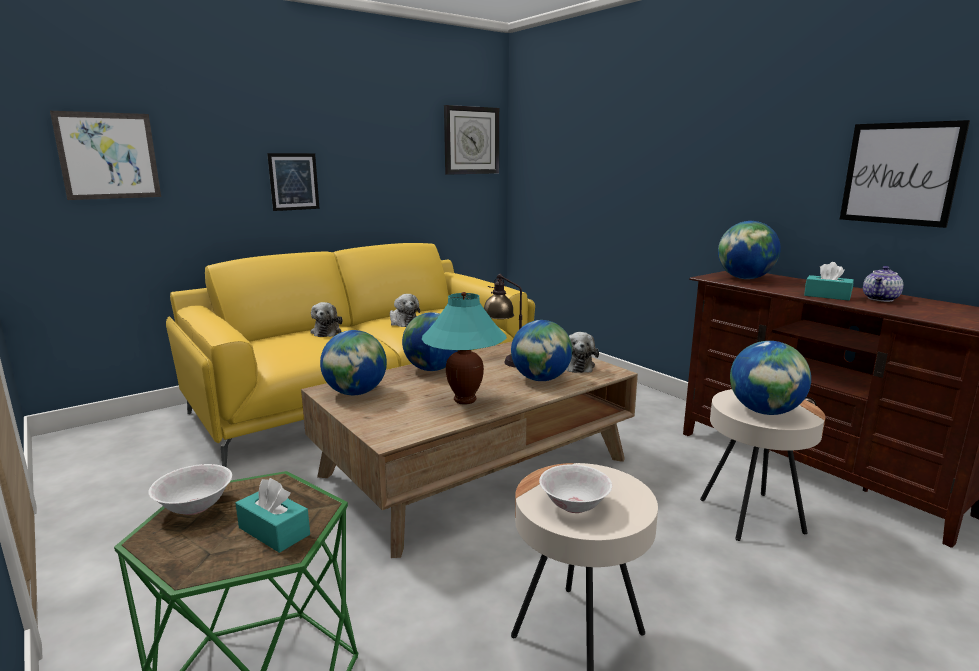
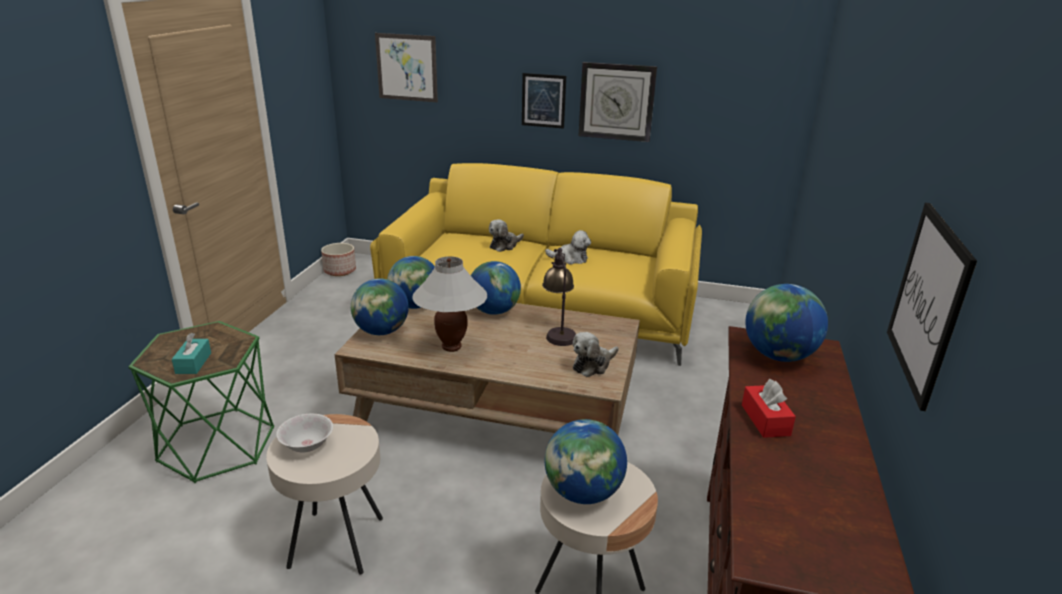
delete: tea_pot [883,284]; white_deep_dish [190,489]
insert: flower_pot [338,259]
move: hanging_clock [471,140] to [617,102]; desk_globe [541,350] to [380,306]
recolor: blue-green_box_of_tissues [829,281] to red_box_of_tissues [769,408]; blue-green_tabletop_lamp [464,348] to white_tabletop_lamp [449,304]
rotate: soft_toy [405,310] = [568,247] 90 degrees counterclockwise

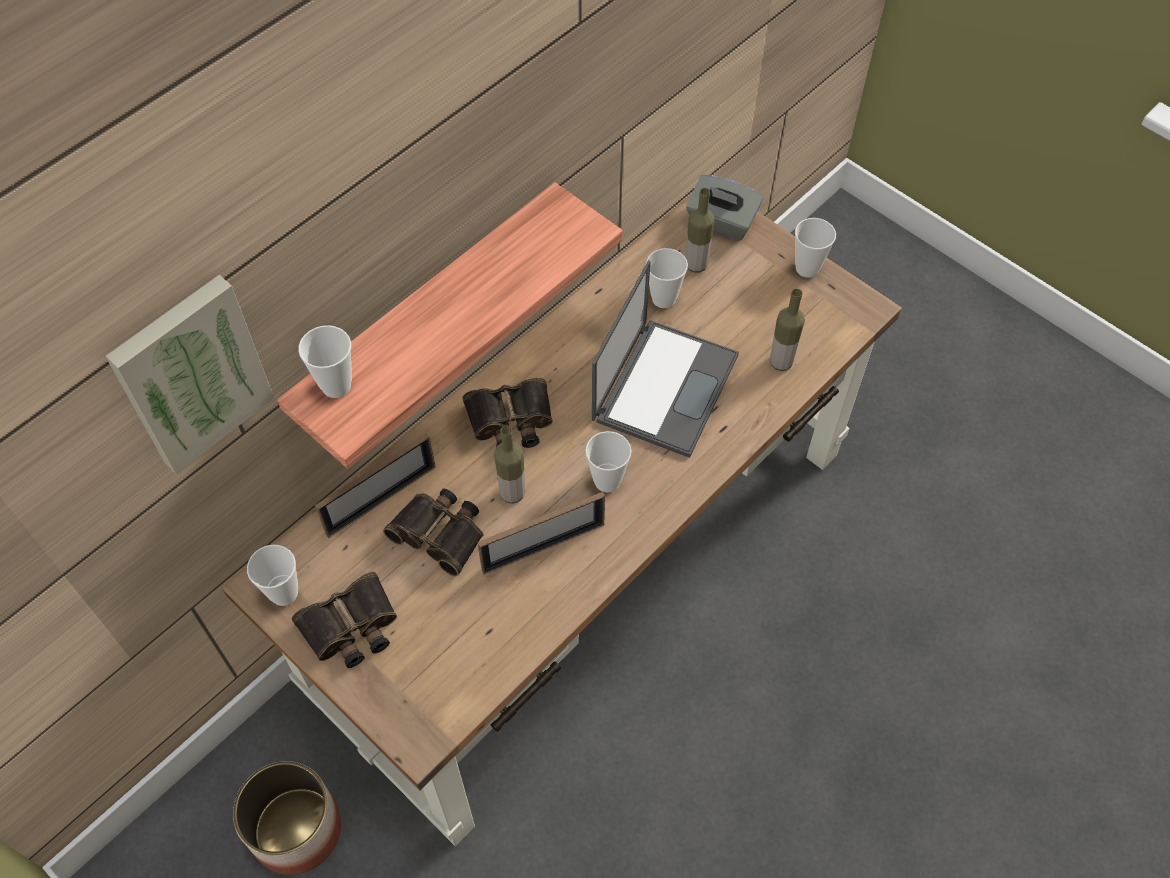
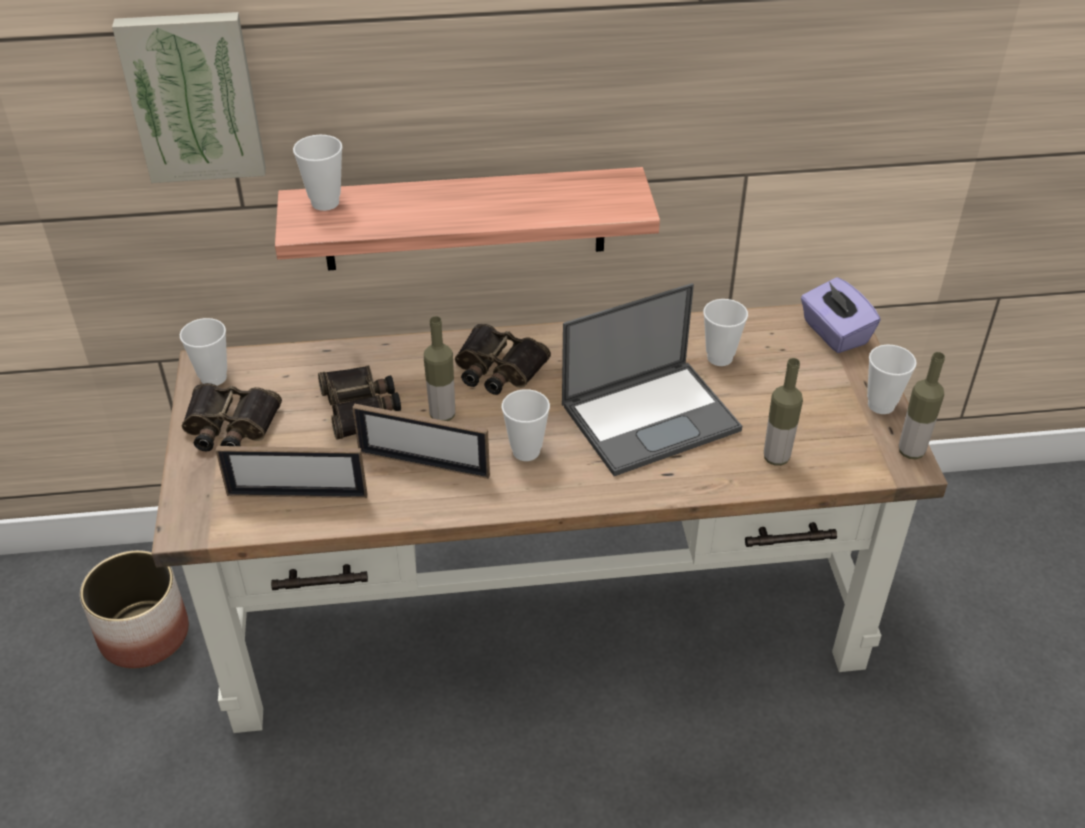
move: bottle [700,230] to [922,405]; photo_frame [375,485] to [292,472]
recolor: greyish_box_of_tissues [724,207] to purple-coloured_box_of_tissues [841,315]

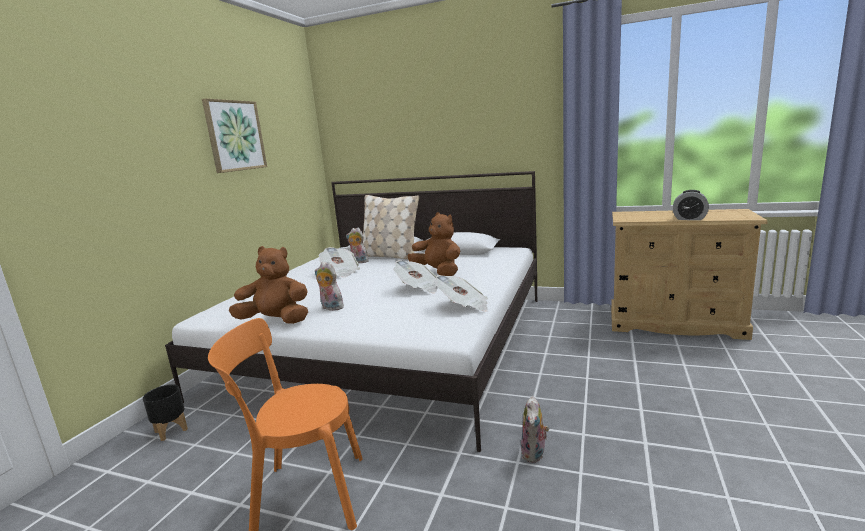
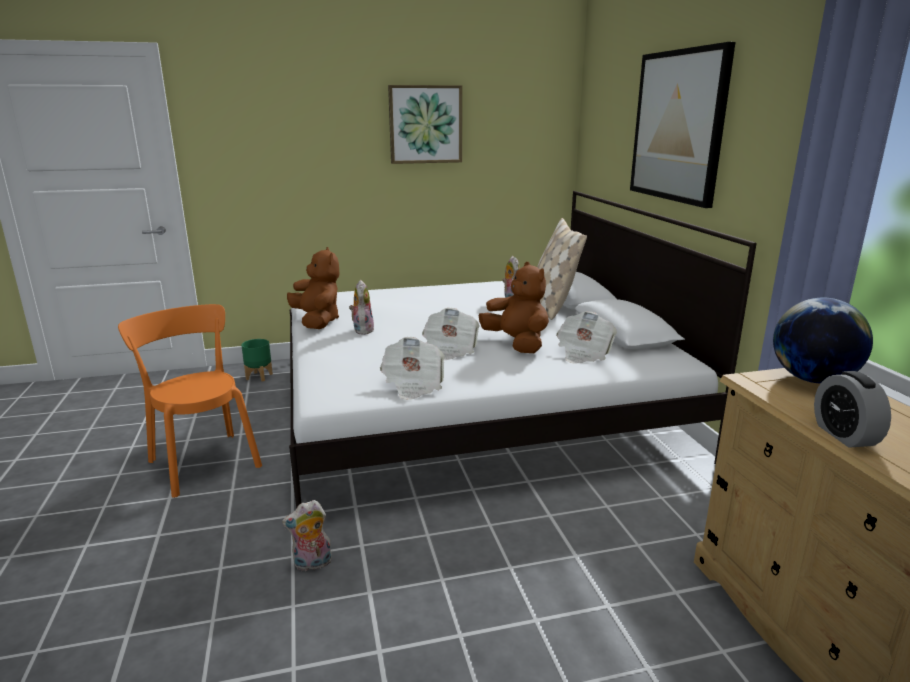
insert: picture [683,125]; desk_globe [823,341]
move: daily_paper [339,262] to [586,337]
recolor: blackish_flower_pot [165,412] to green_flower_pot [257,360]
rotate: brown_soft_toy [433,244] = [514,307] 45 degrees counterclockwise

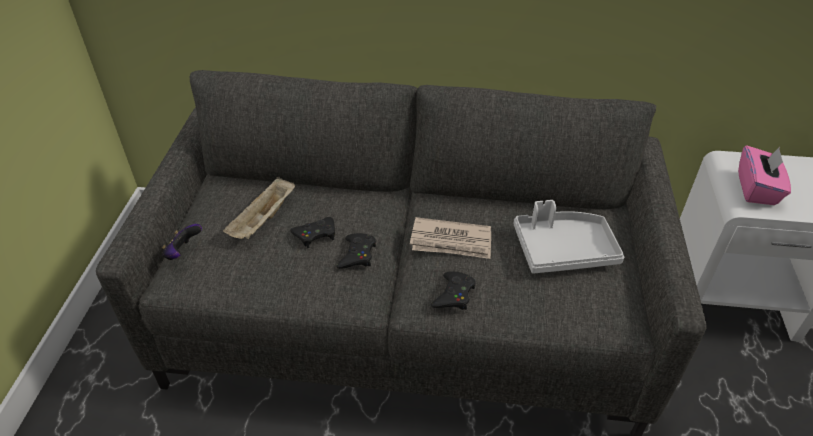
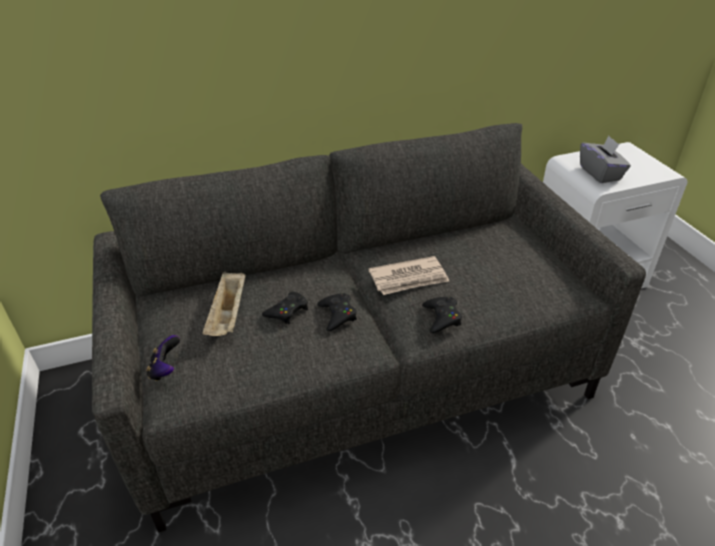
delete: greyish_tray [569,237]
recolor: pinkish_box_of_tissues [764,175] to greyish_box_of_tissues [605,159]

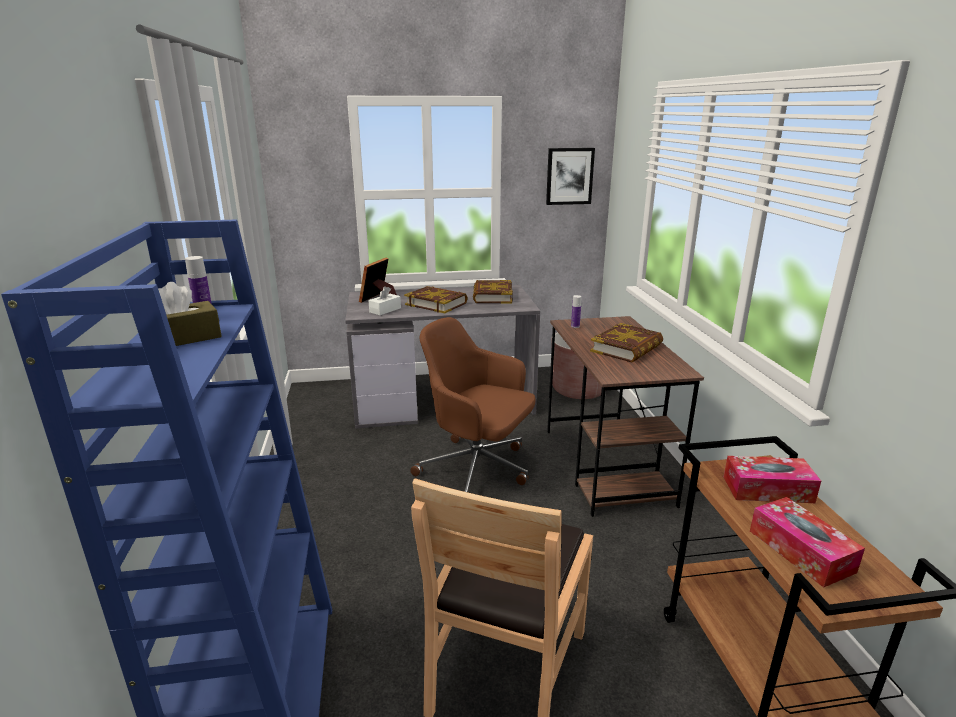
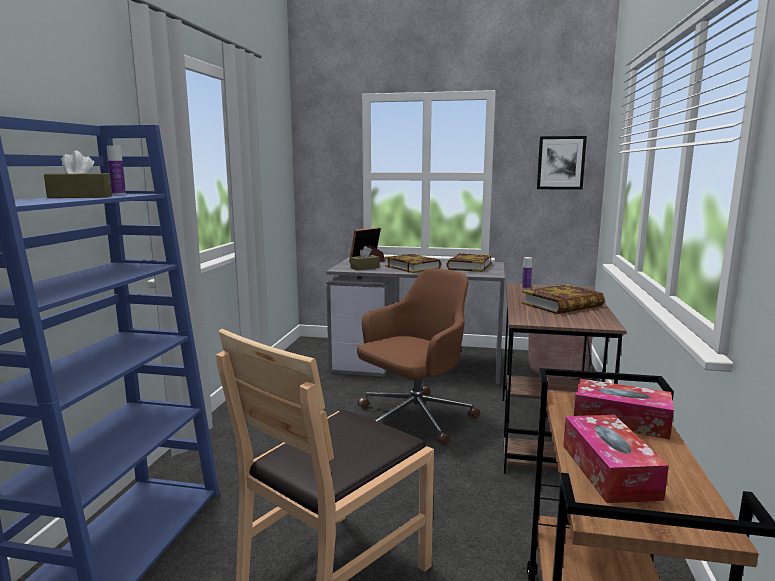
recolor: white_box_of_tissues [384,300] to brown_box_of_tissues [365,258]
rotate: brown_desk_chair [473,404] = [418,356] 90 degrees clockwise

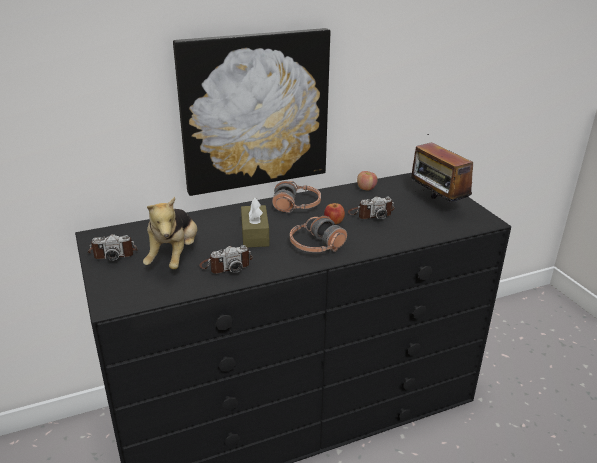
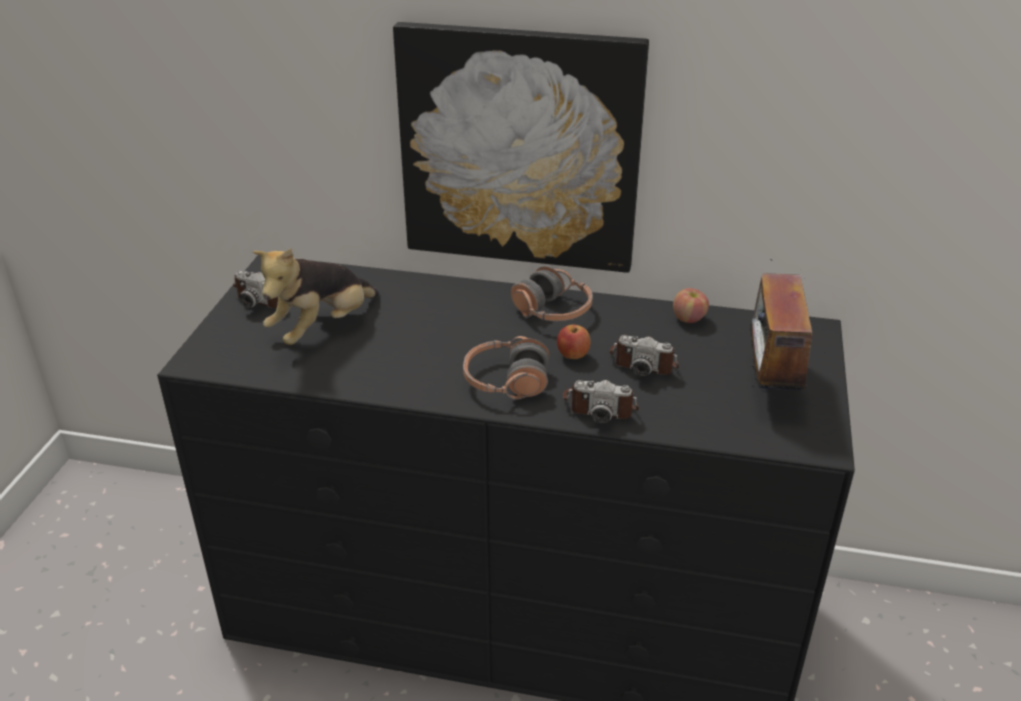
delete: brown_box_of_tissues [255,222]
move: still_camera [226,259] to [601,402]

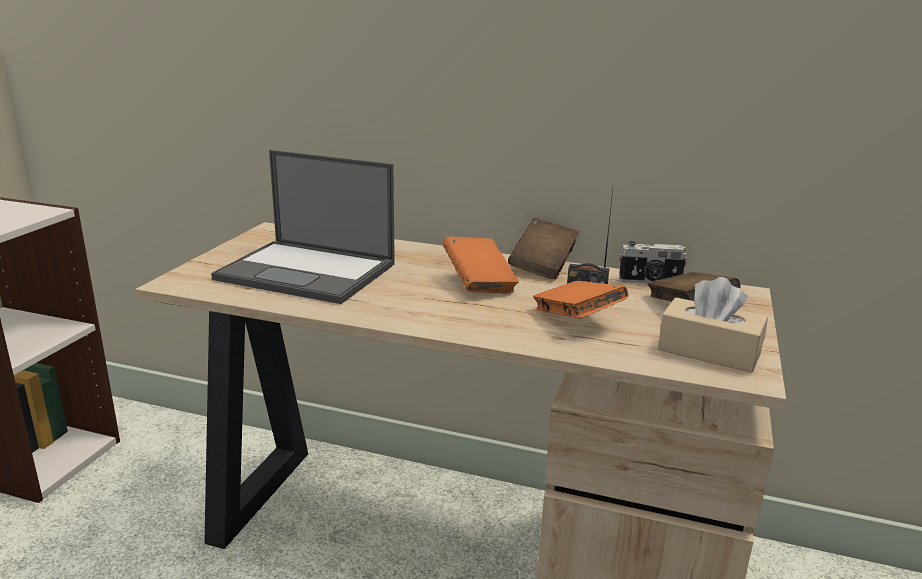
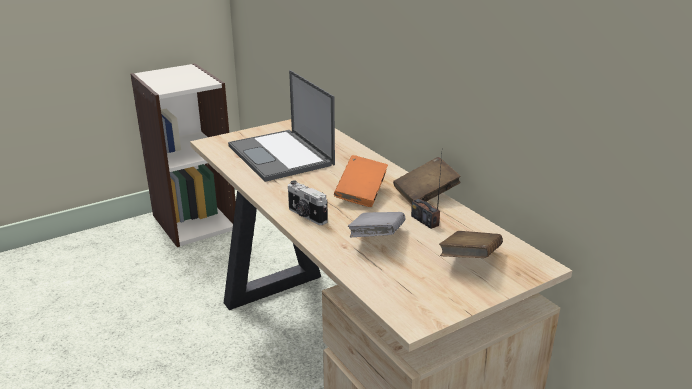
delete: beige_box_of_tissues [713,325]
move: still_camera [653,262] to [308,202]
recolor: orange_book [580,300] to greyish_book [376,224]

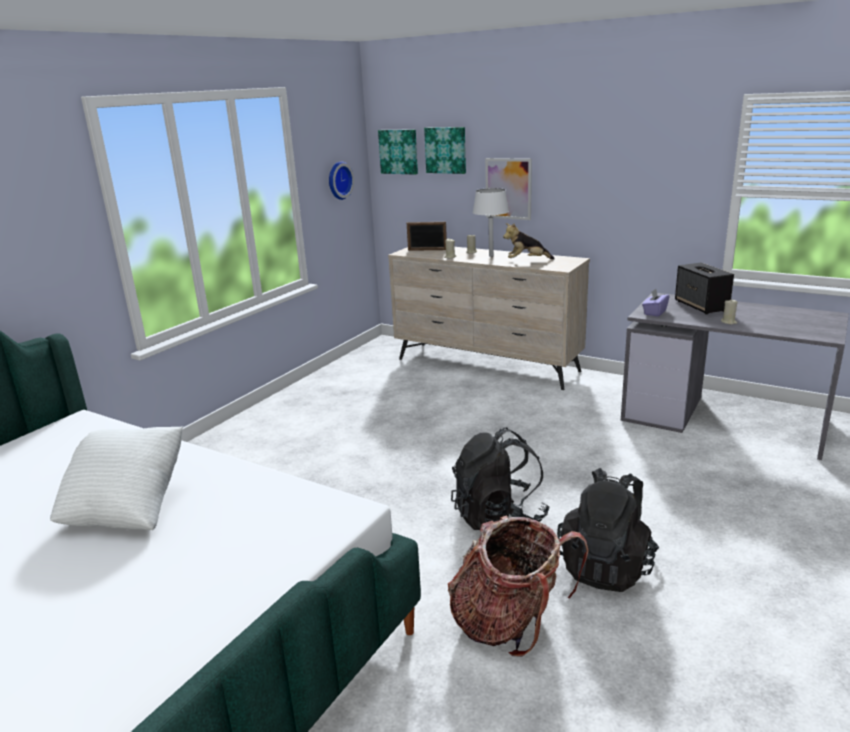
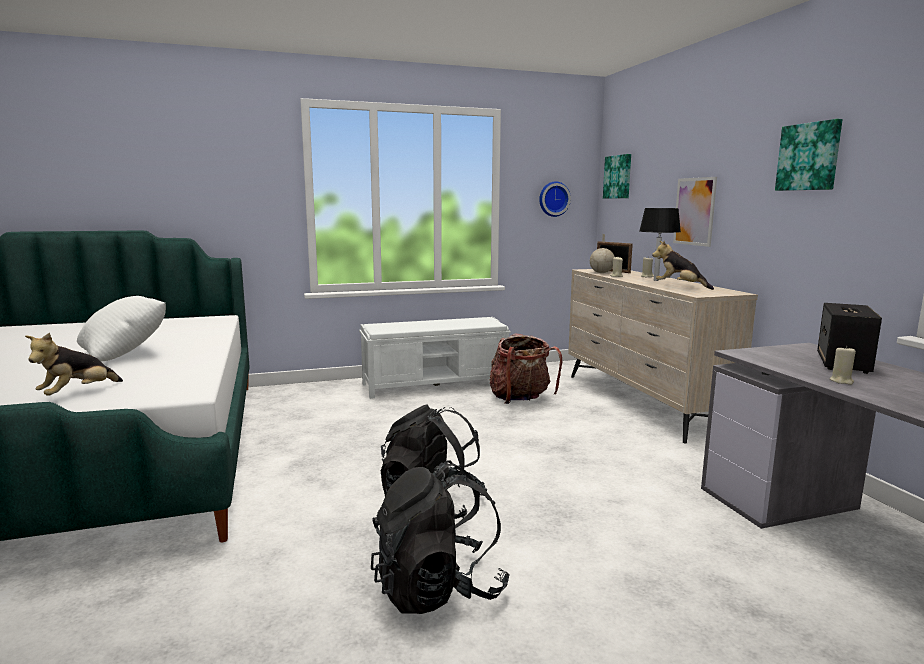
delete: purple-coloured_box_of_tissues [656,302]
insert: desk_globe [602,253]; white_bench [435,358]; soft_toy [74,364]
move: picture [445,150] to [808,155]; rucksack [518,586] to [526,369]
recolor: white_tabletop_lamp [491,222] to blackish_tabletop_lamp [660,244]

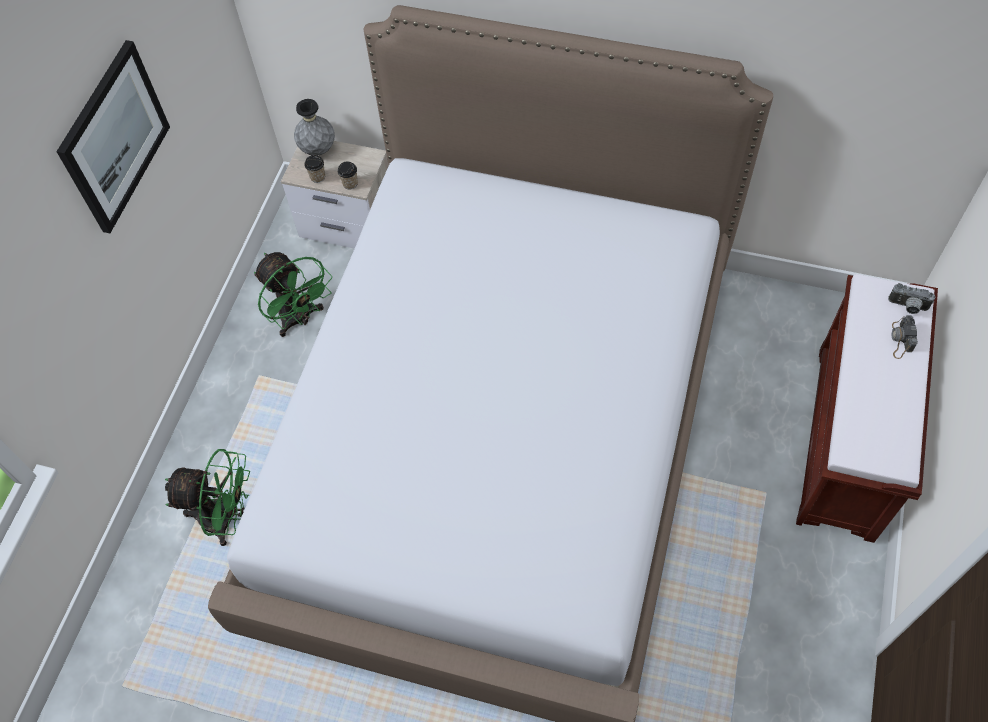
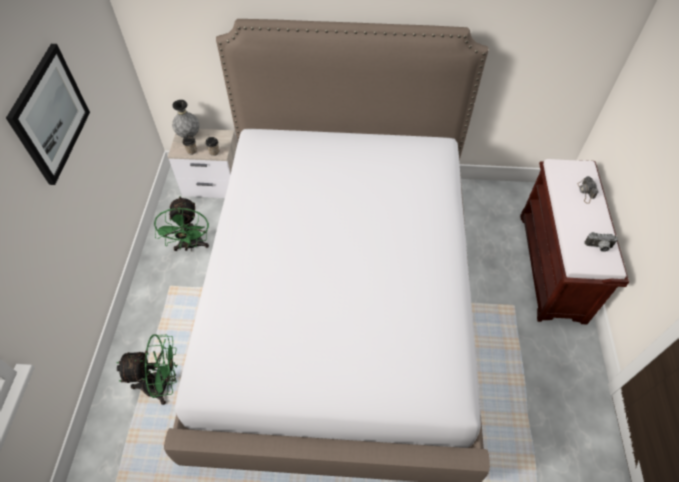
move: still_camera [911,298] to [601,242]
rotate: green_electric_fan [293,294] = [181,223] 45 degrees clockwise

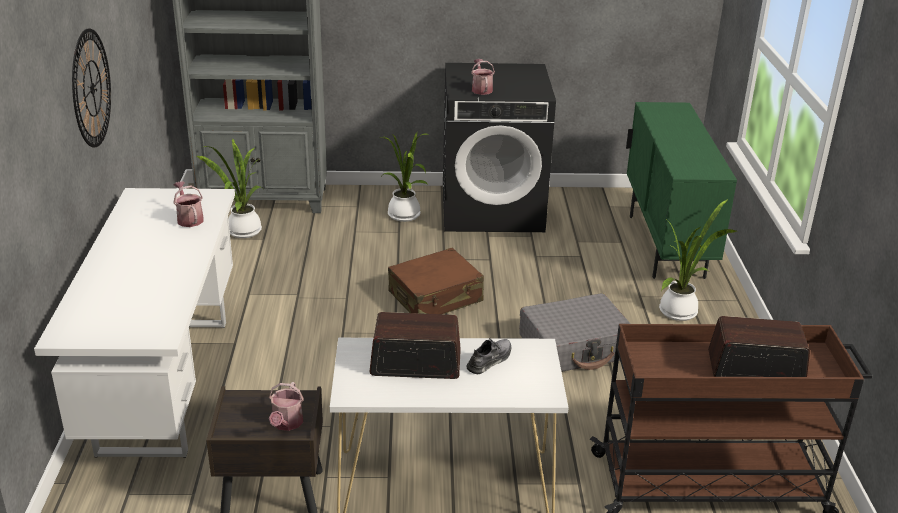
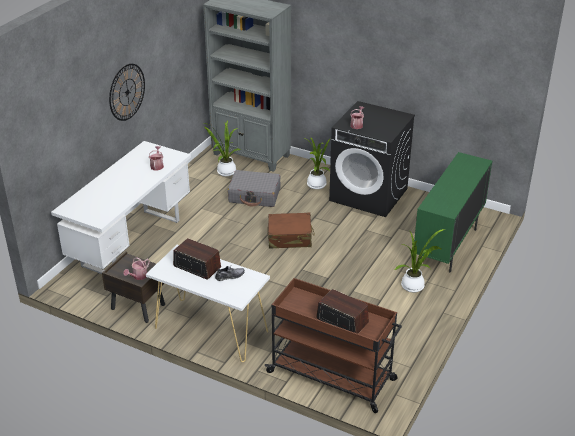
move: greyish_travel_case [575,332] to [254,188]

